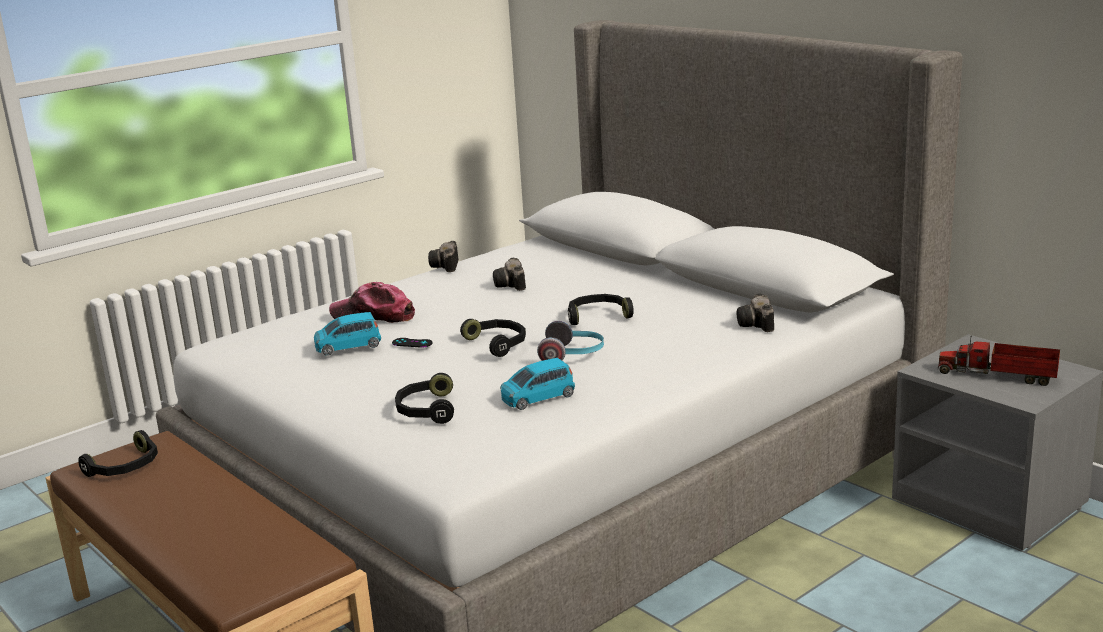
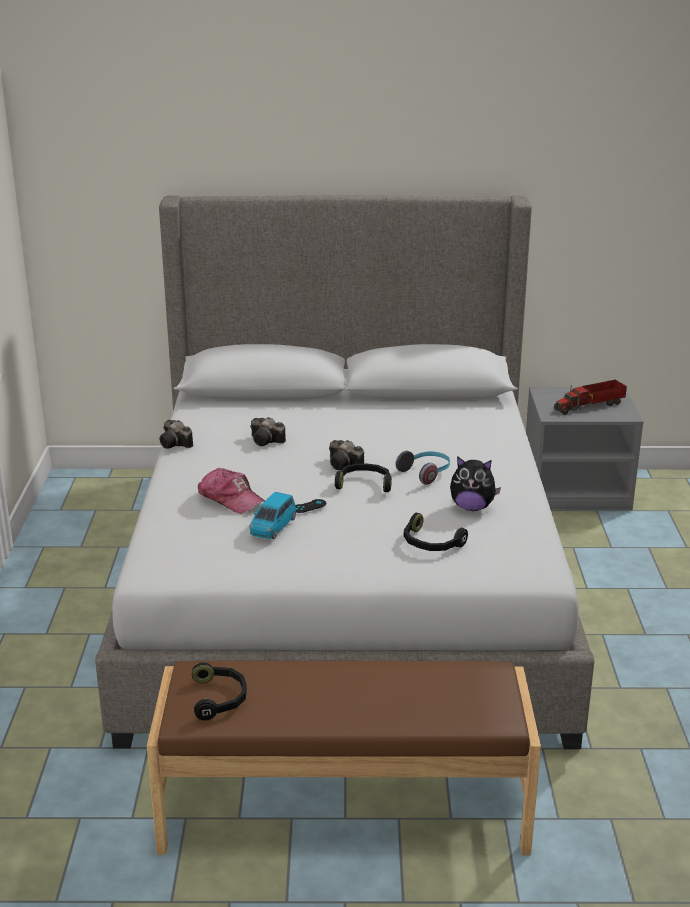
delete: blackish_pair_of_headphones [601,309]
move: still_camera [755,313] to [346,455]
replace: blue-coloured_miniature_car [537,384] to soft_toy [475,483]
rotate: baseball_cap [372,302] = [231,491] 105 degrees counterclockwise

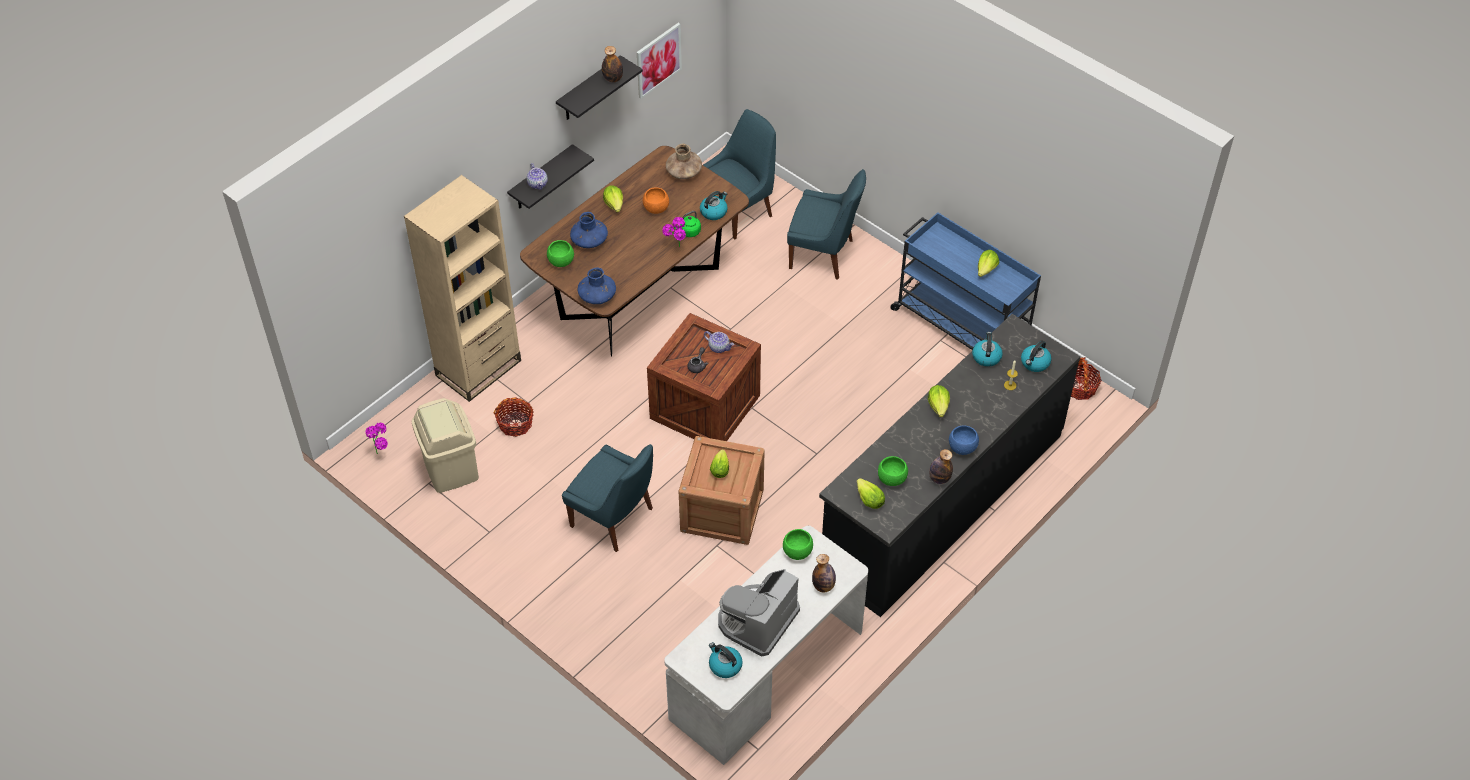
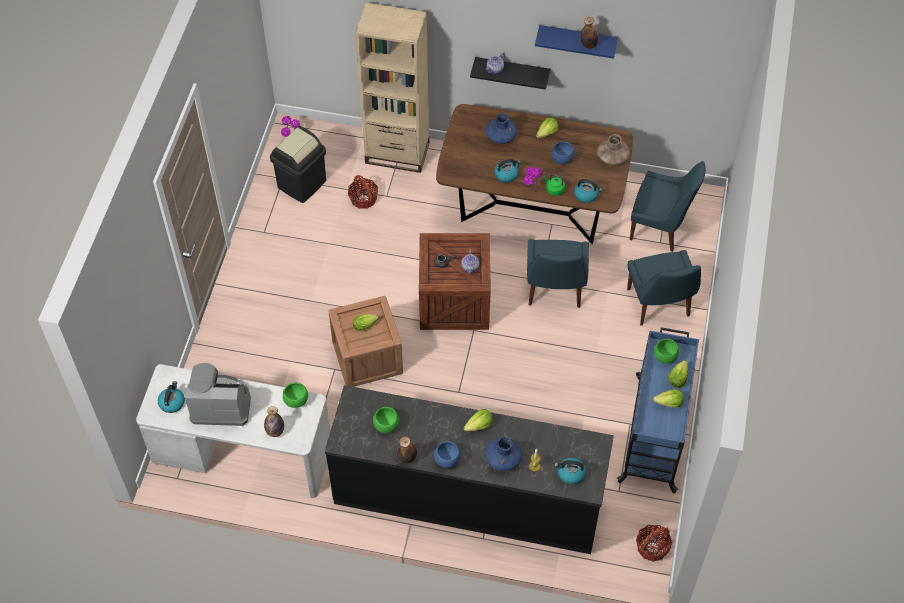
delete: picture [659,61]
move: green_deep_dish [560,253] to [666,351]; blue-coloured_vase [597,286] to [503,454]; kettle [987,349] to [507,171]; blue-coloured_plain_chair [607,498] to [558,273]; head_of_lettuce [871,493] to [678,374]
recolor: blackish_wall_shelf [599,87] to blue-coloured_wall_shelf [576,42]; orange_deep_dish [656,200] to blue-coloured_deep_dish [562,152]; beige_waste_bin [445,445] to blackish_waste_bin [298,164]

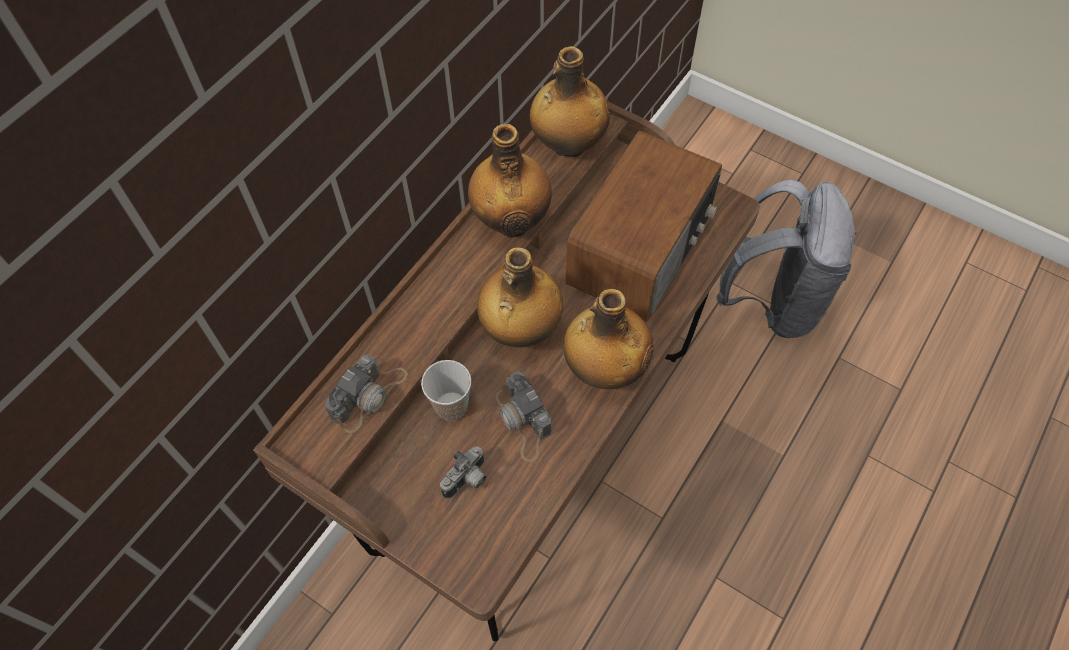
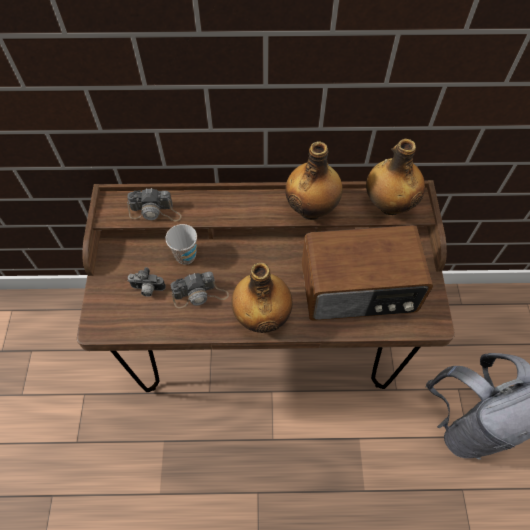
delete: bottle [520,297]
rotate: still_camera [523,416] = [199,290] 135 degrees counterclockwise

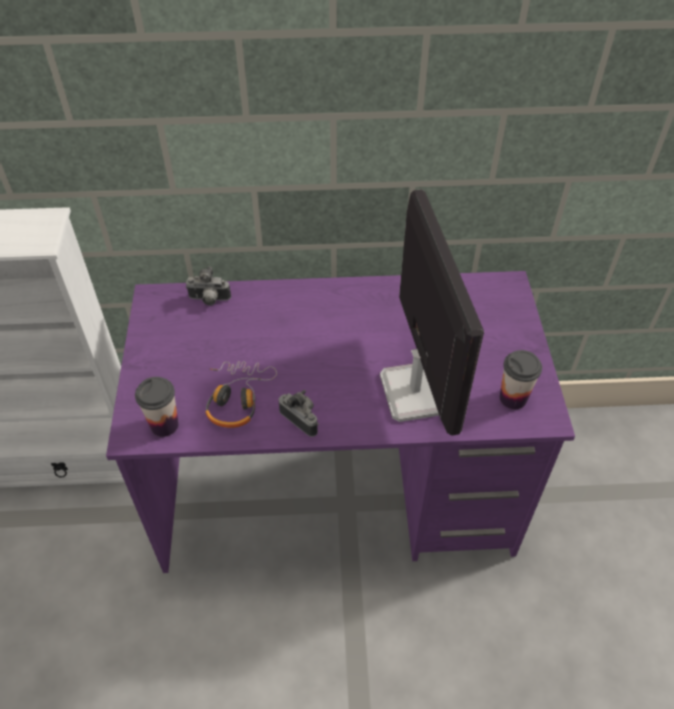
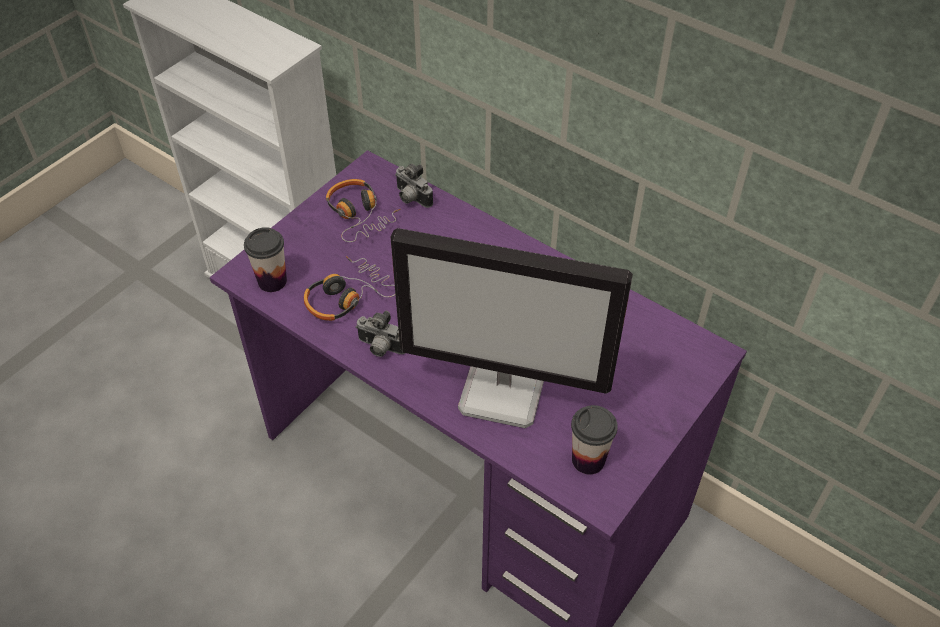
insert: pair_of_headphones [363,210]
rotate: computer_display [432,312] = [512,328] 75 degrees clockwise; still_camera [299,413] = [380,334] 120 degrees clockwise

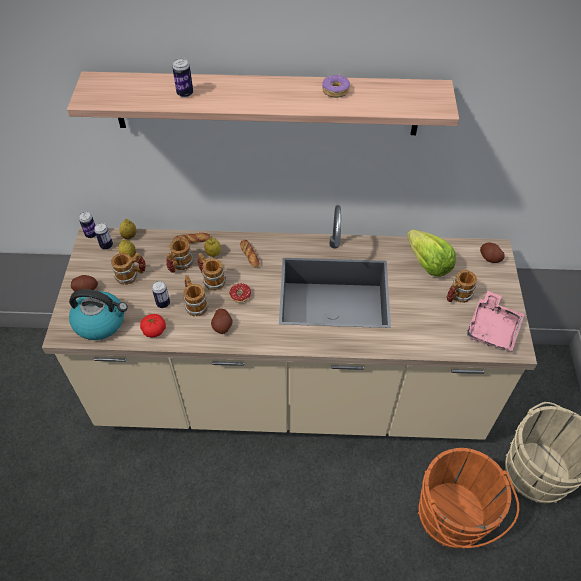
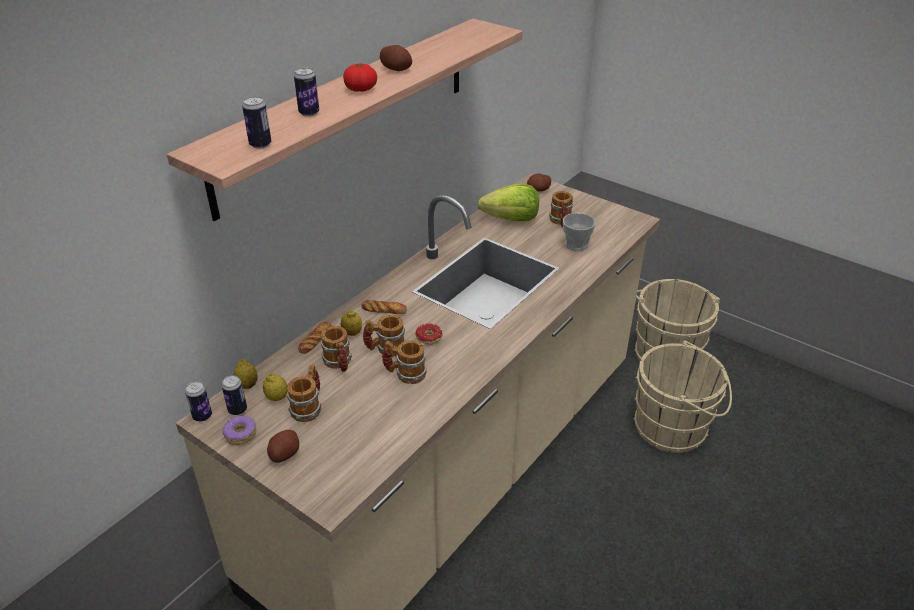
delete: kettle [98,314]; pinkish_tray [496,321]
insert: small_cup [579,232]
move: ring_doughnut [336,86] to [239,430]; sealed_can [161,294] to [256,122]; whole_potato [222,321] to [396,58]; fresh_tomato [153,326] to [360,78]
recolor: orange_bucket [468,498] to beige_bucket [683,397]

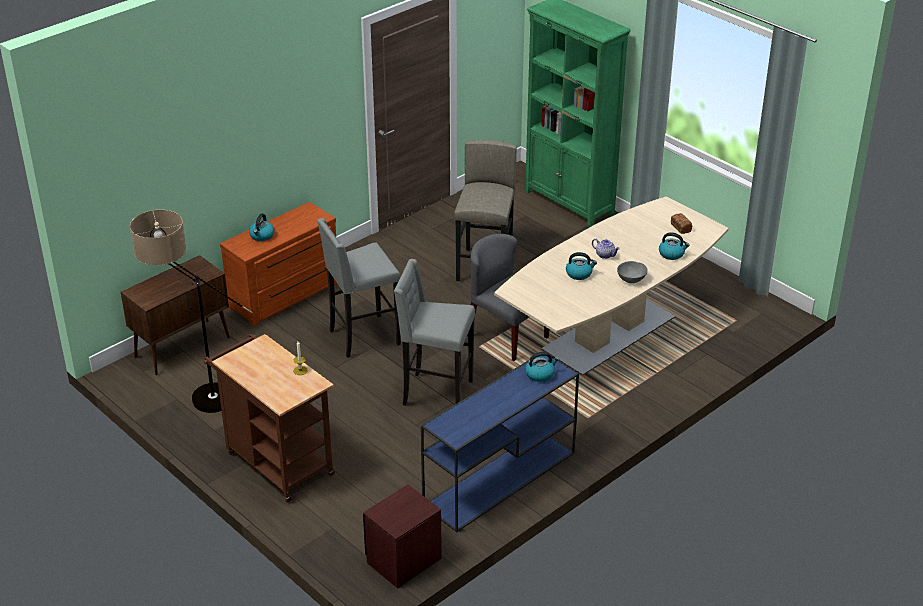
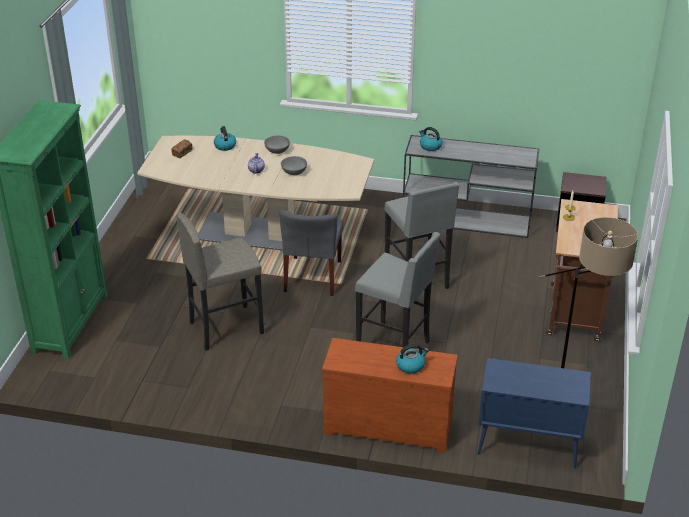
replace: kettle [581,266] to greyish_deep_dish [294,165]
recolor: brown_cupboard [175,315] to blue-coloured_cupboard [534,413]; blue-coloured_narrow_table [500,441] to greyish_narrow_table [471,186]

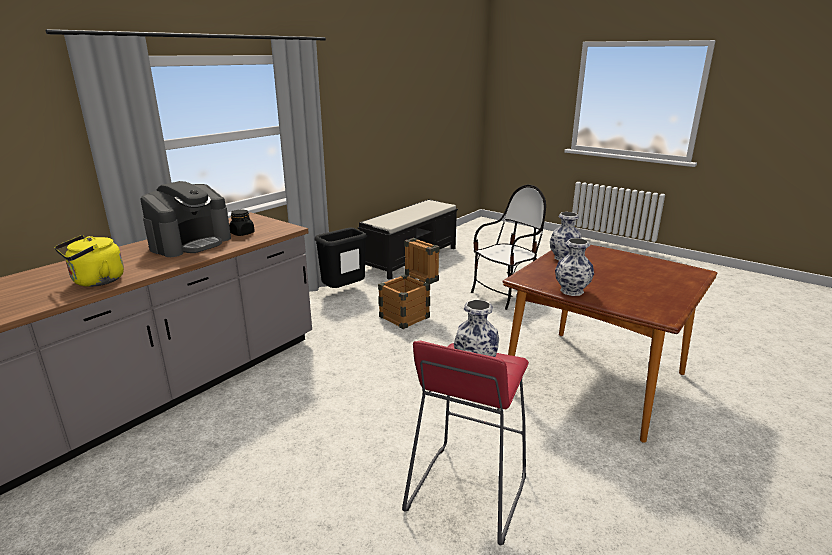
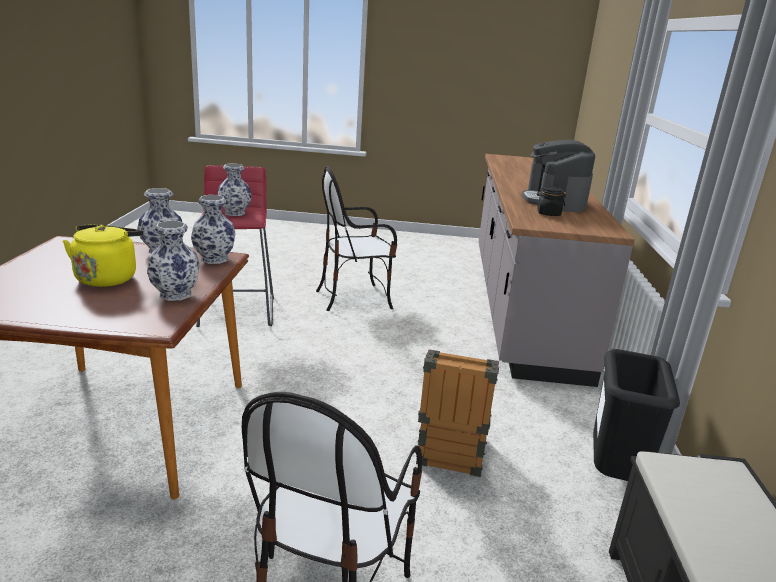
insert: plain_chair [356,238]; vase [213,229]
move: yellowish_kettle [89,261] to [103,255]

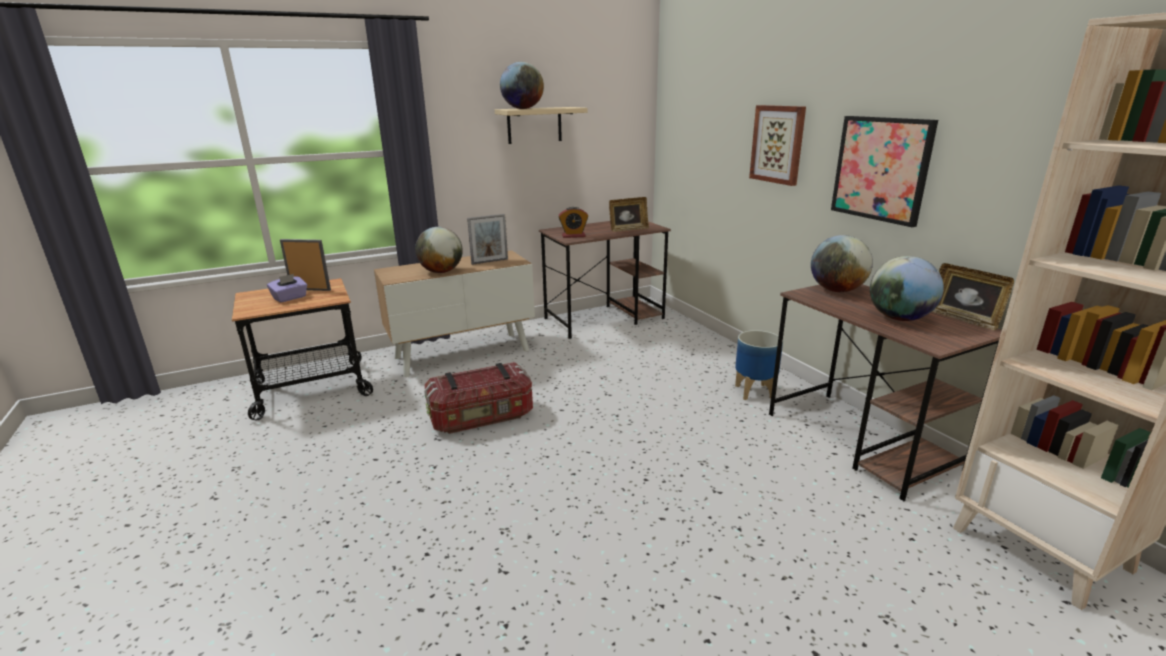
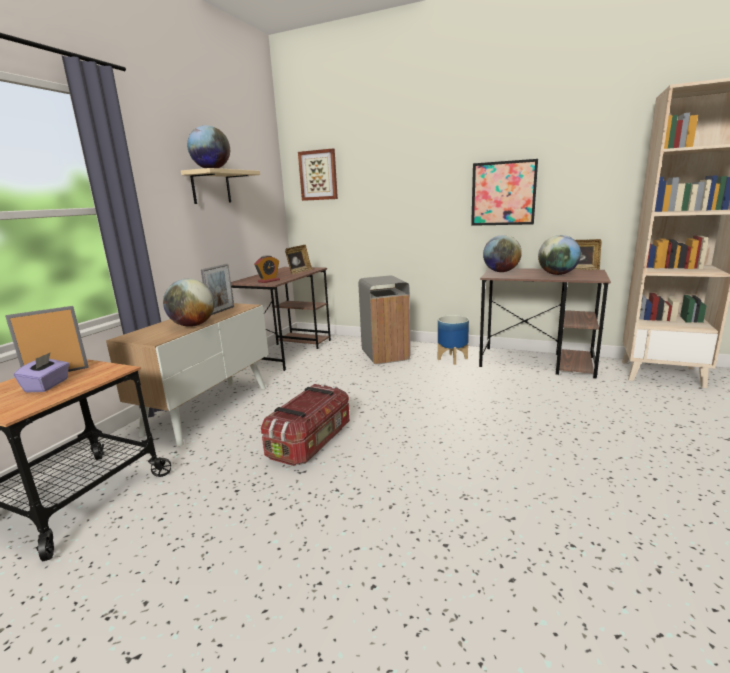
insert: greyish_waste_bin [385,320]
move: picture [777,145] to [318,174]

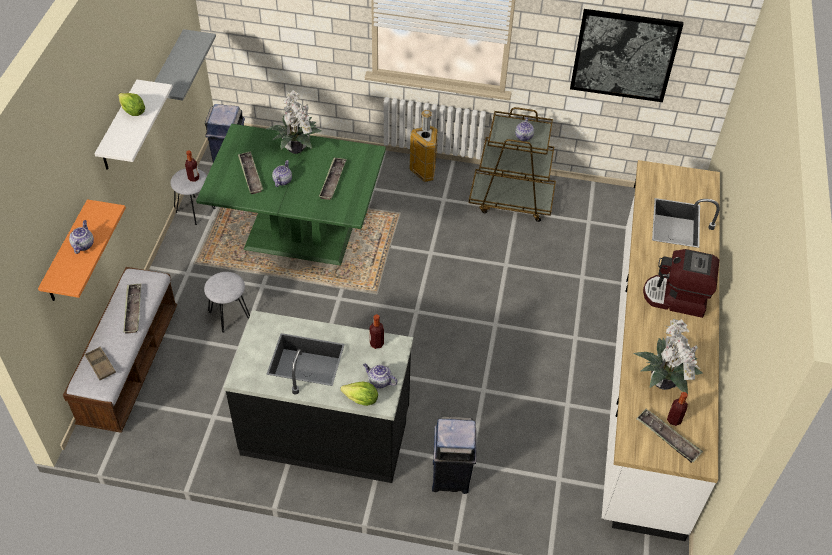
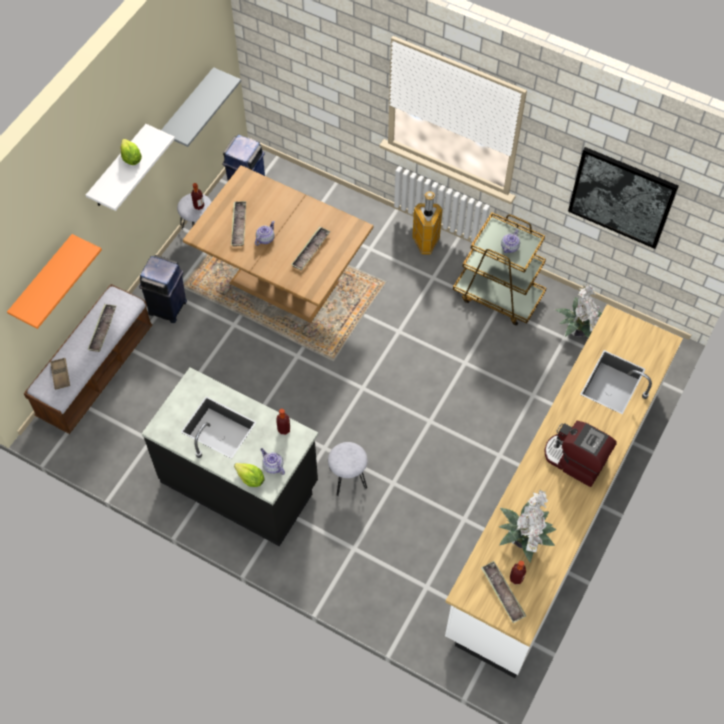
delete: tea_pot [81,237]
move: plant_in_a_pot [294,122] to [578,311]; greyish_stool_seat [227,302] to [348,469]; blue-coloured_waste_bin [454,455] to [163,289]
recolor: green_dining_table [291,195] to brown_dining_table [278,244]

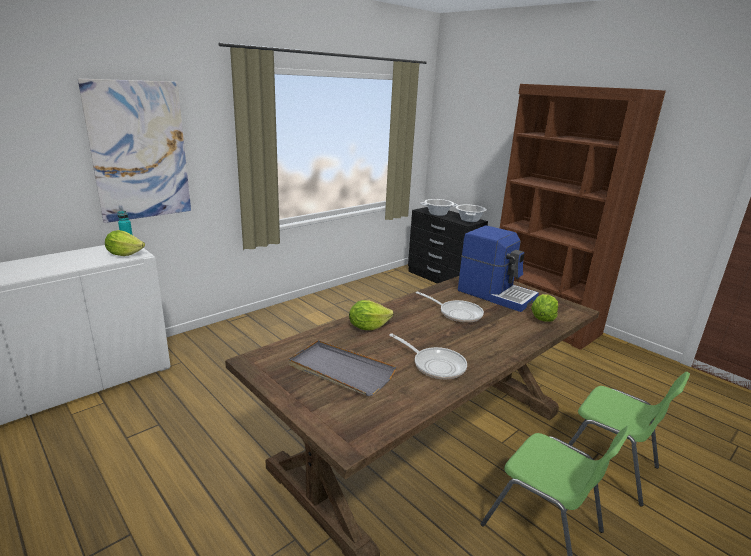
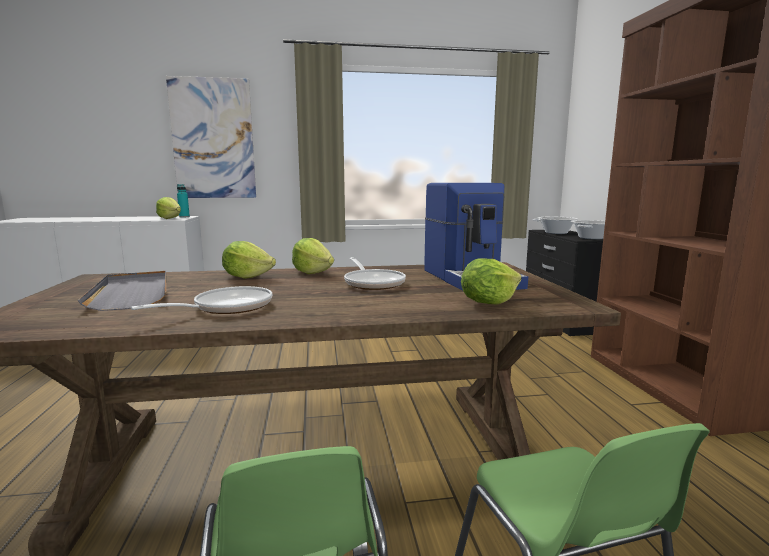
insert: head_of_lettuce [313,256]
rotate: frying_pan [428,356] = [201,300] 120 degrees counterclockwise

